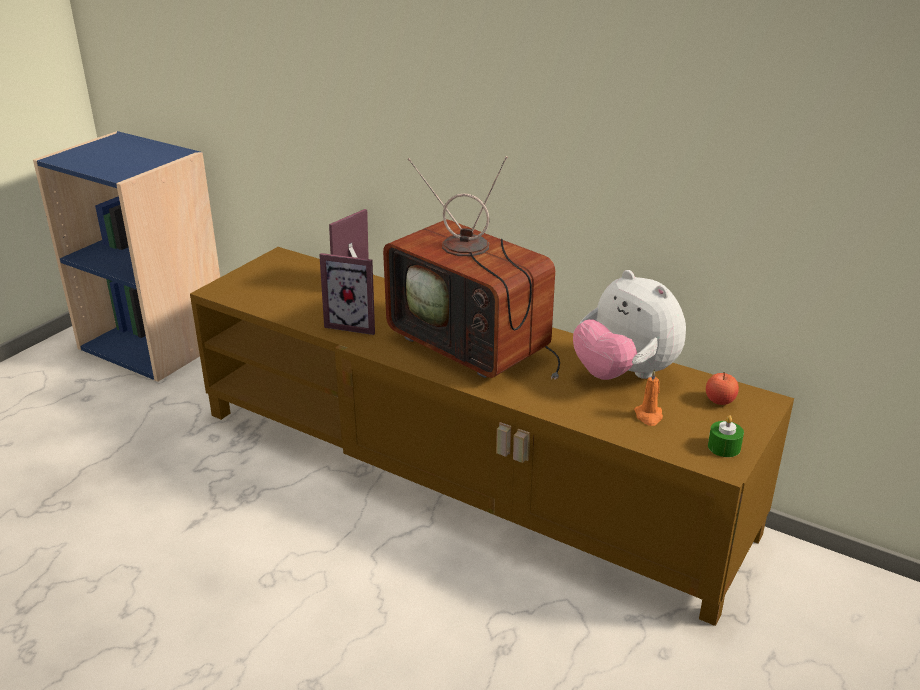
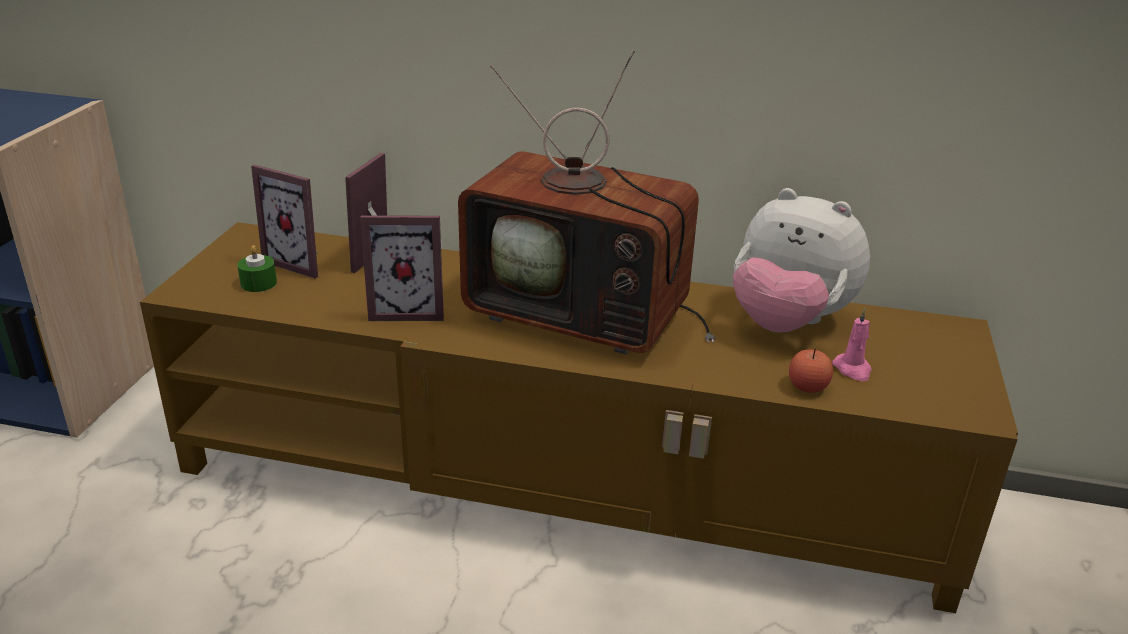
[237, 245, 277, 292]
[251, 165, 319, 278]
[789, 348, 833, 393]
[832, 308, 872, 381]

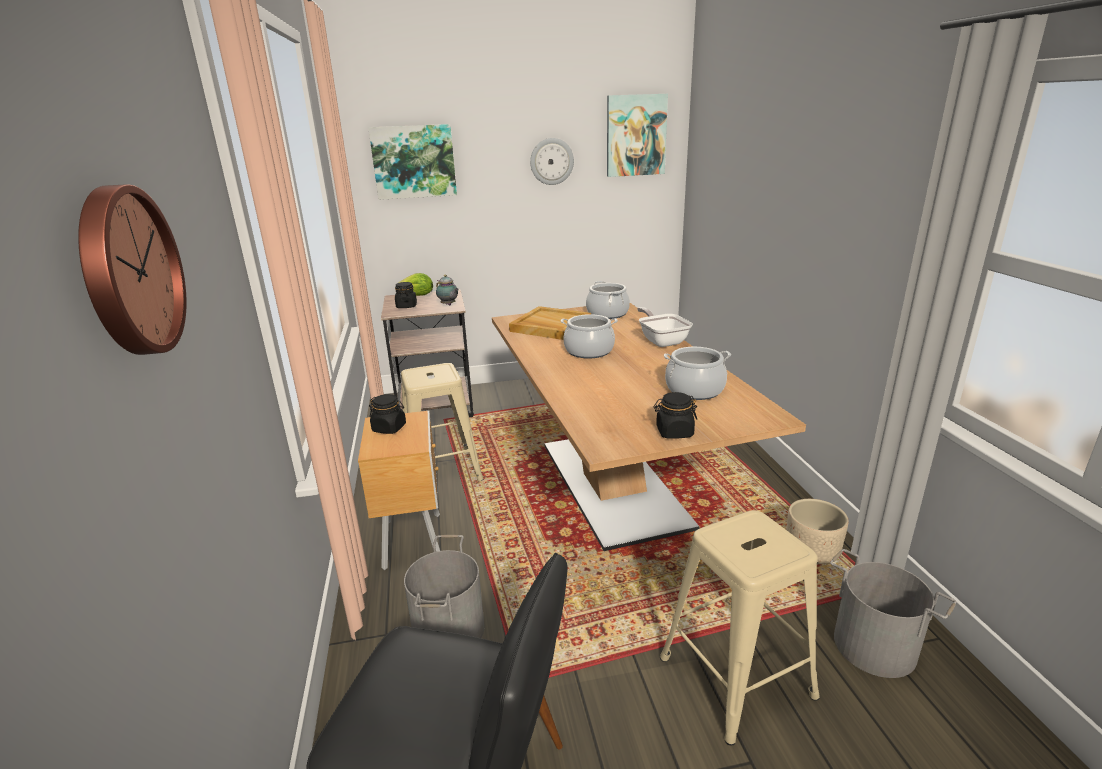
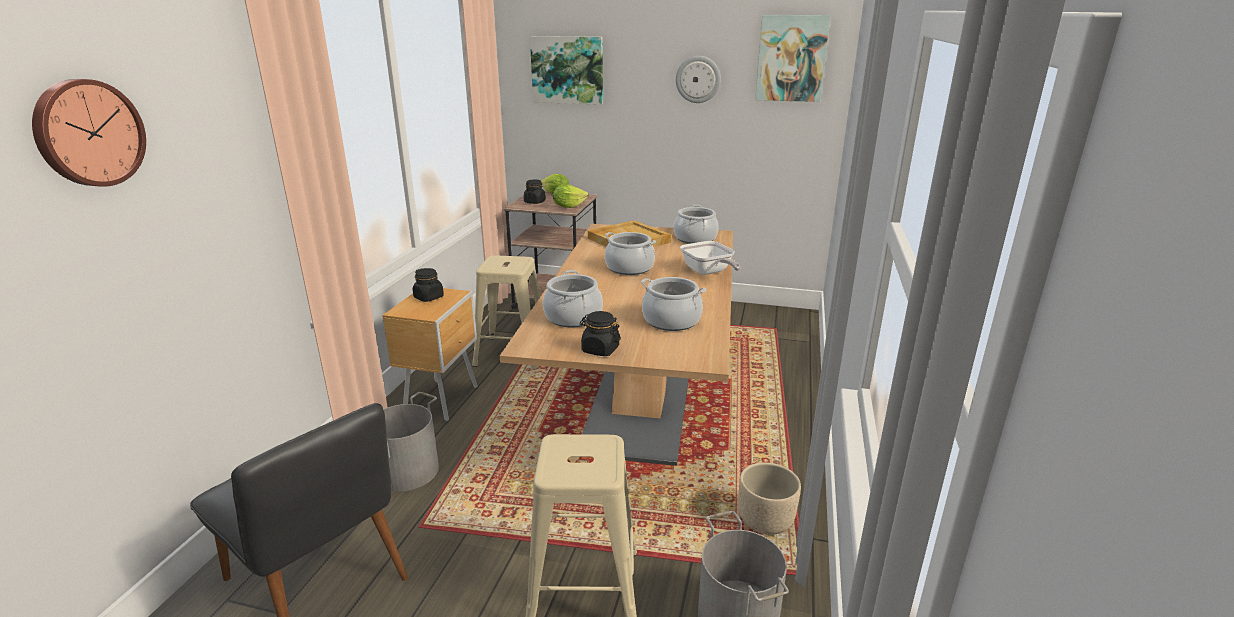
[543, 270, 603, 327]
[553, 184, 588, 208]
[680, 241, 741, 275]

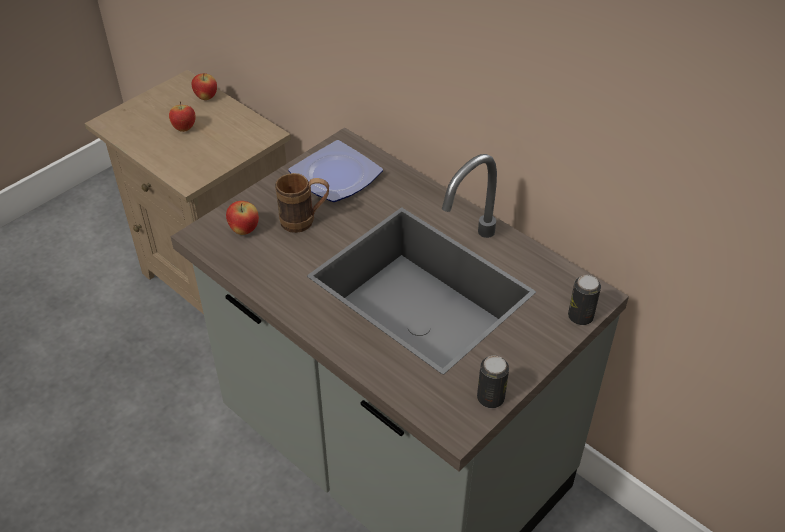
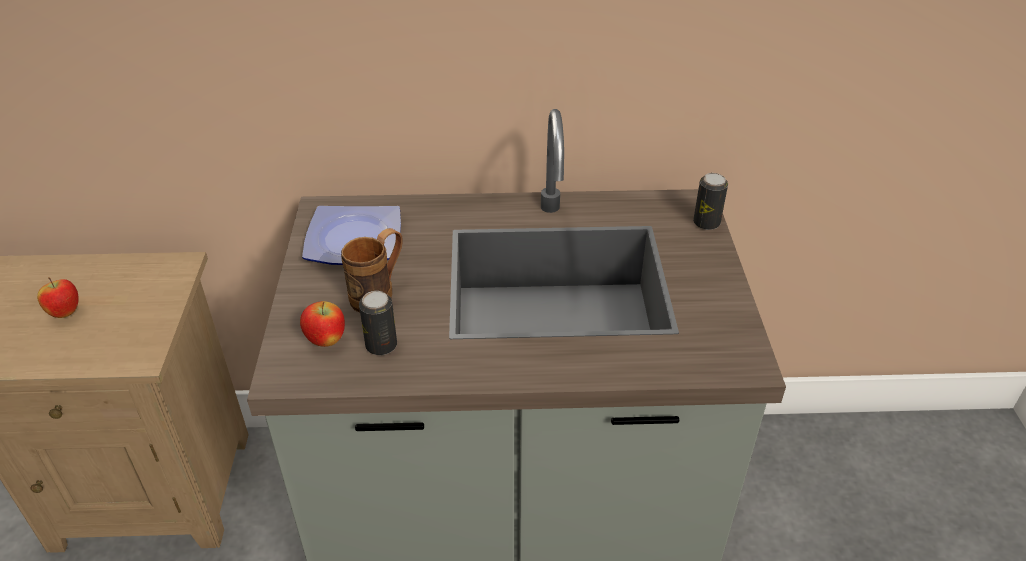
[359, 291, 397, 355]
[191, 73, 217, 100] (first image)

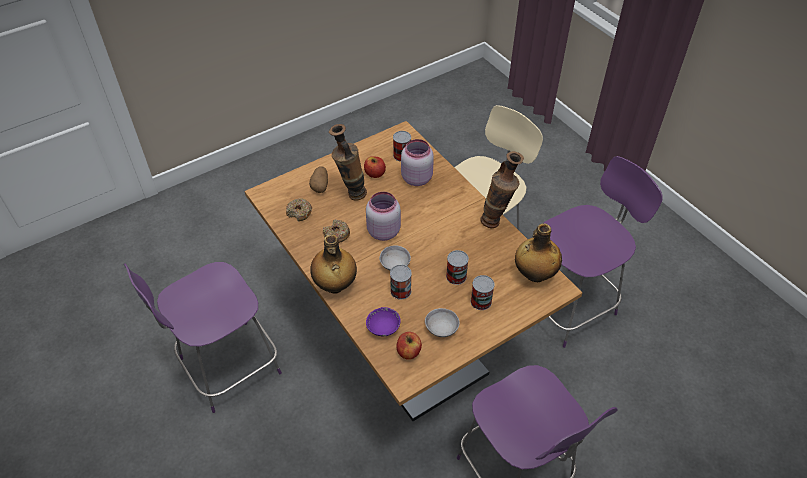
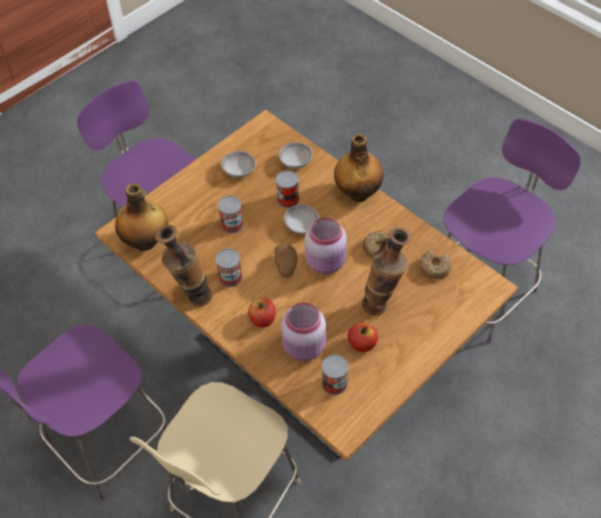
[215, 248, 242, 287]
[248, 297, 276, 328]
[274, 244, 297, 278]
[279, 142, 313, 169]

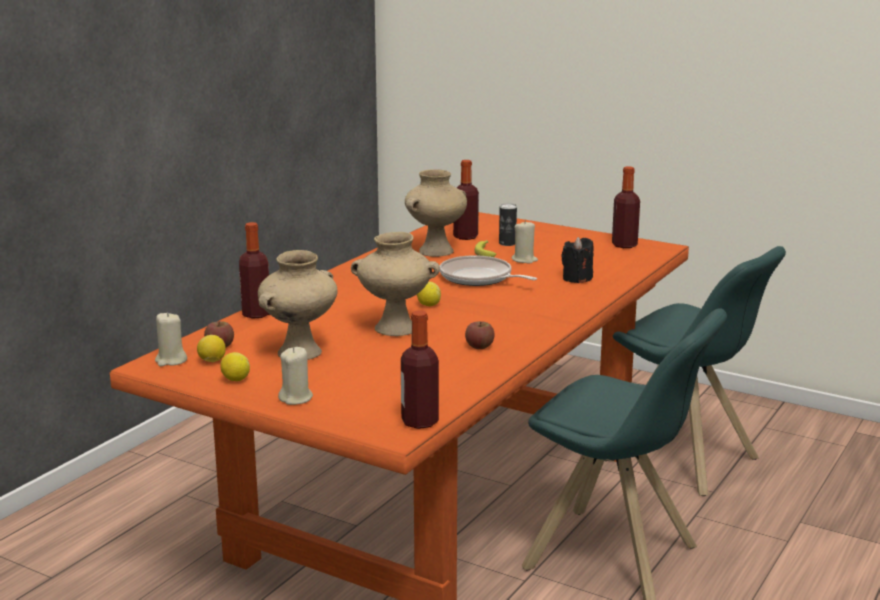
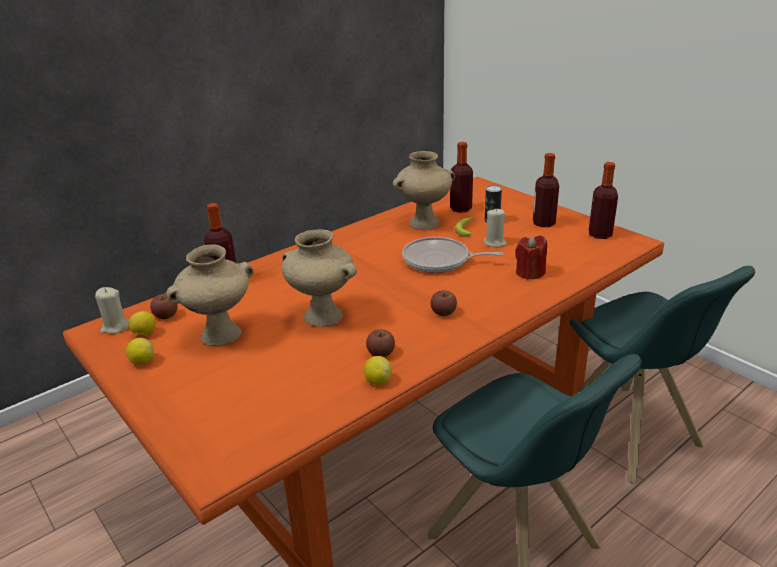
[364, 356, 392, 385]
[402, 237, 503, 273]
[431, 290, 457, 316]
[515, 235, 547, 280]
[533, 153, 559, 227]
[278, 347, 313, 405] (first image)

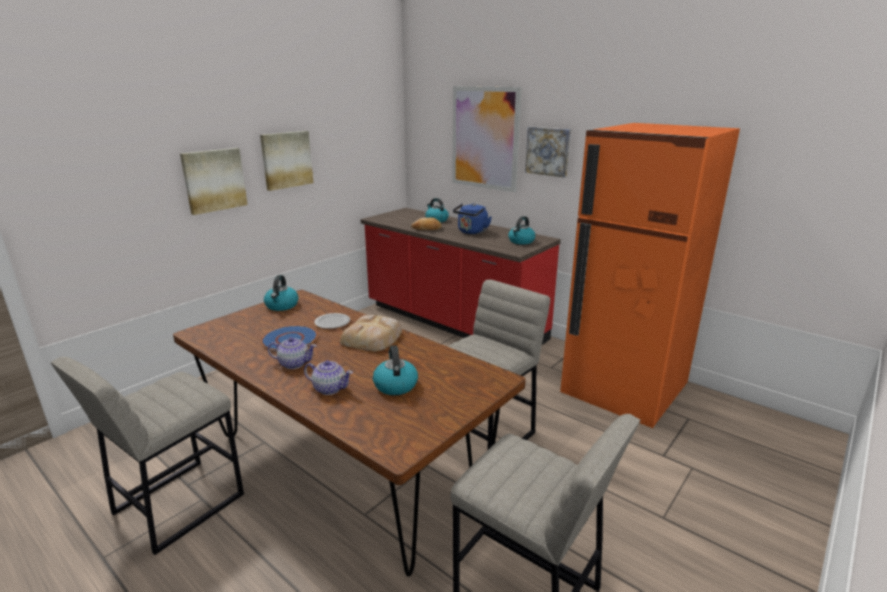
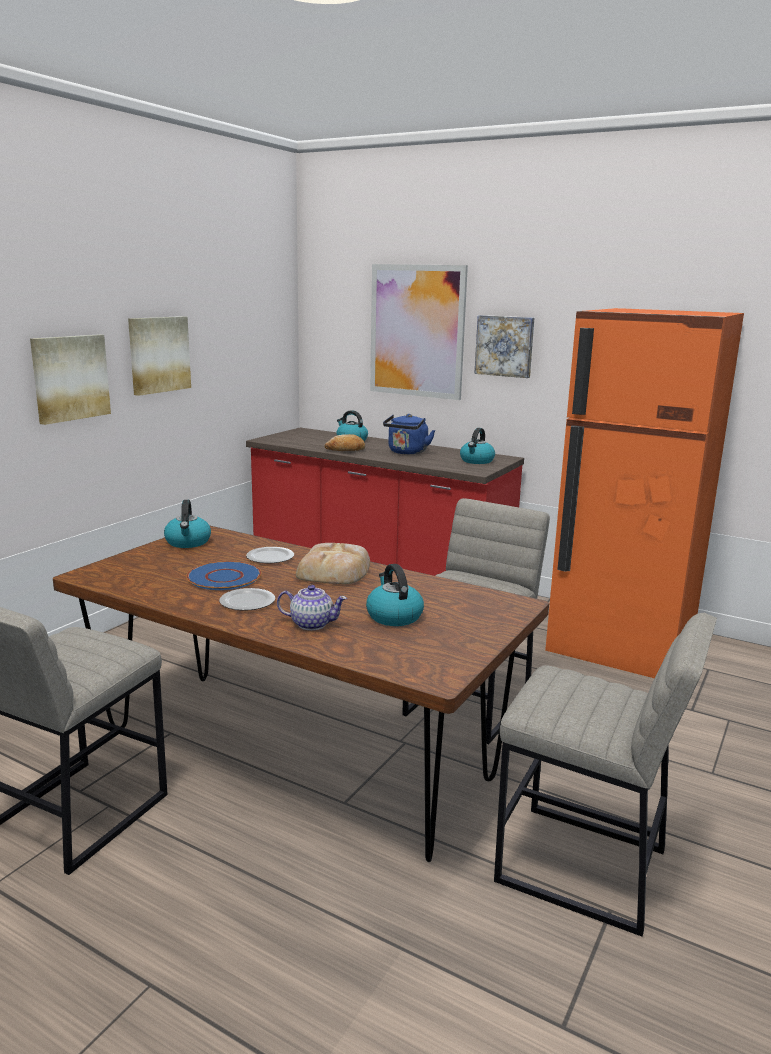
[219, 588, 275, 611]

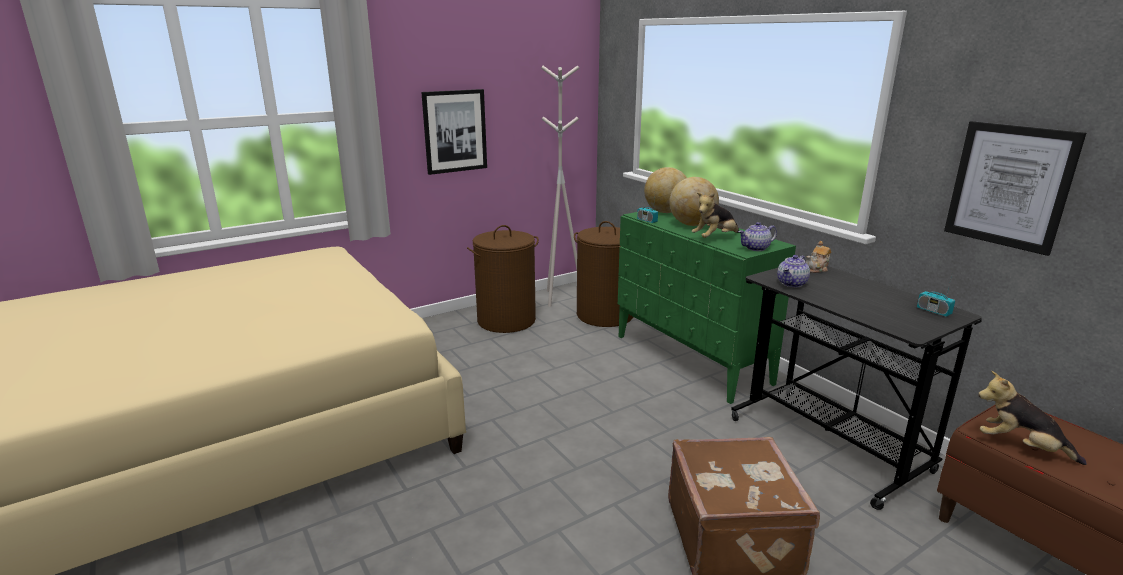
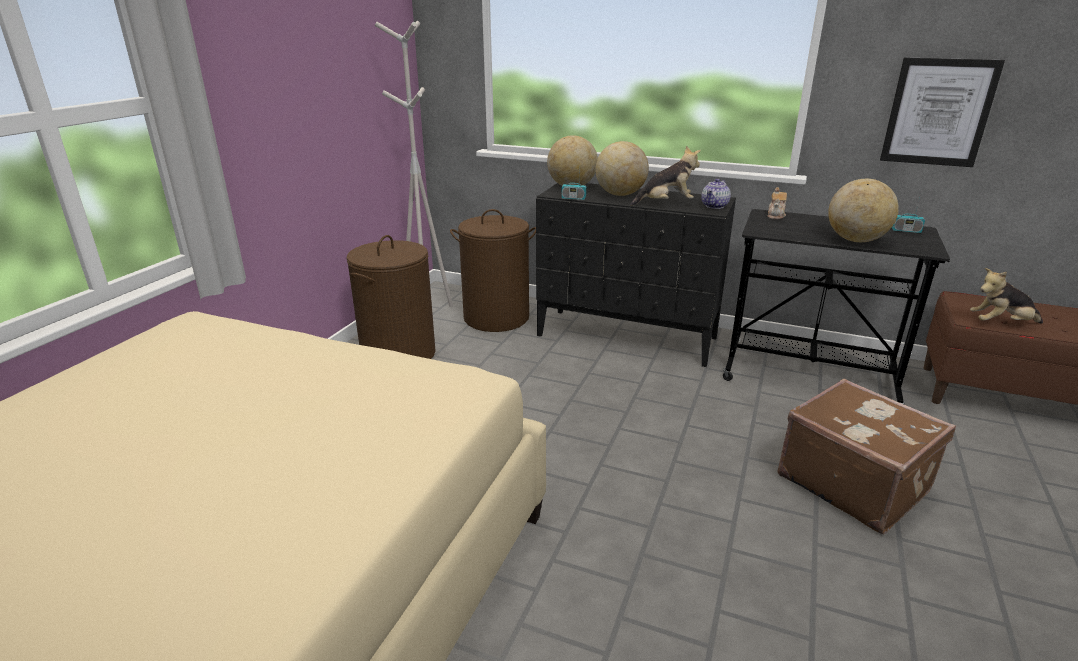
[536, 183, 736, 367]
[630, 146, 701, 206]
[828, 179, 899, 242]
[421, 89, 487, 175] (first image)
[777, 255, 810, 287] (first image)

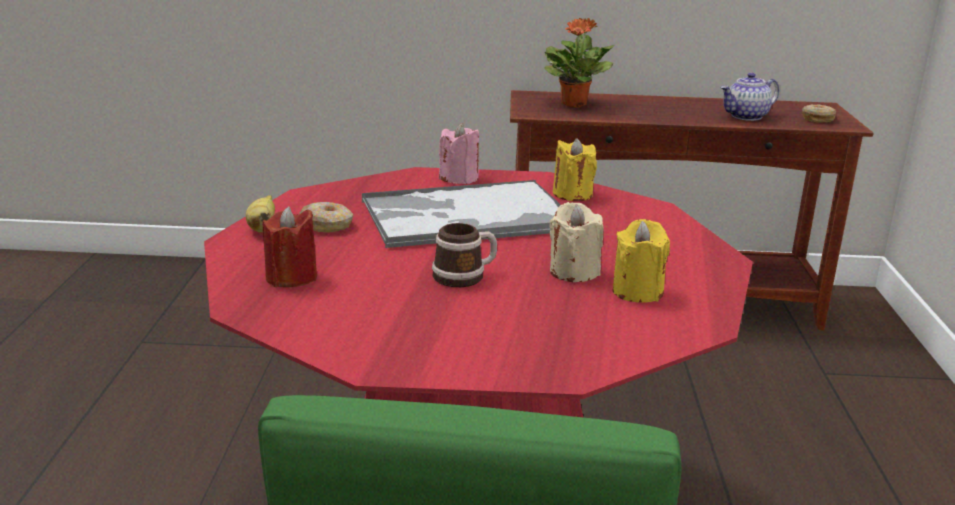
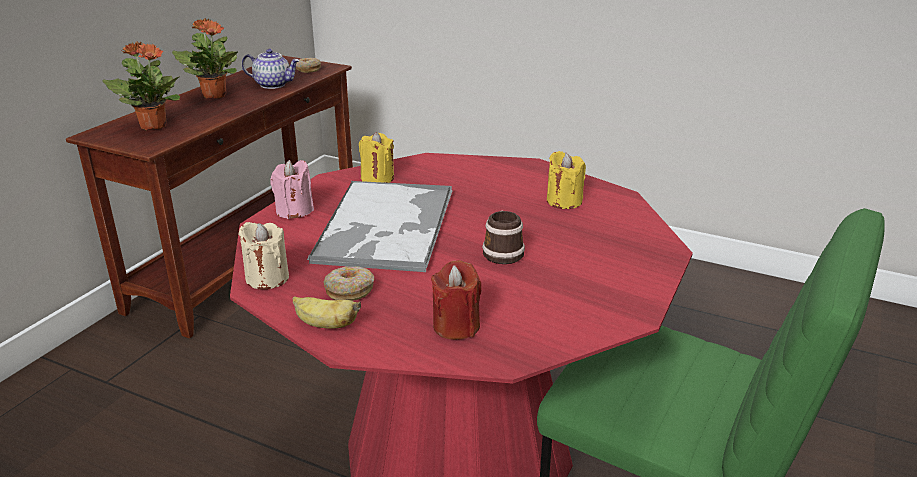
[172, 18, 238, 99]
[238, 222, 289, 290]
[242, 49, 300, 89]

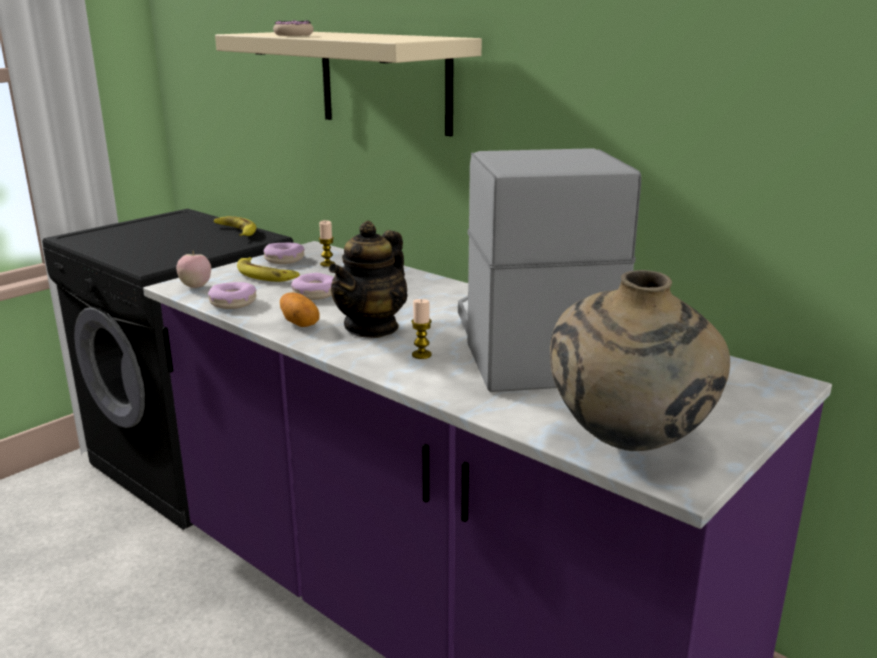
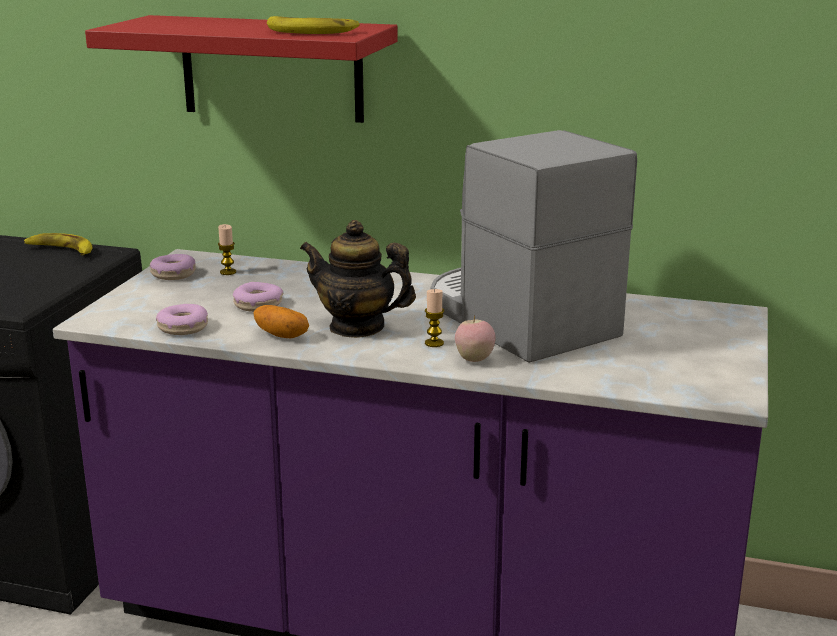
[85, 15, 398, 123]
[267, 16, 360, 34]
[300, 220, 416, 338]
[455, 316, 496, 362]
[273, 20, 314, 36] (first image)
[550, 270, 730, 451] (first image)

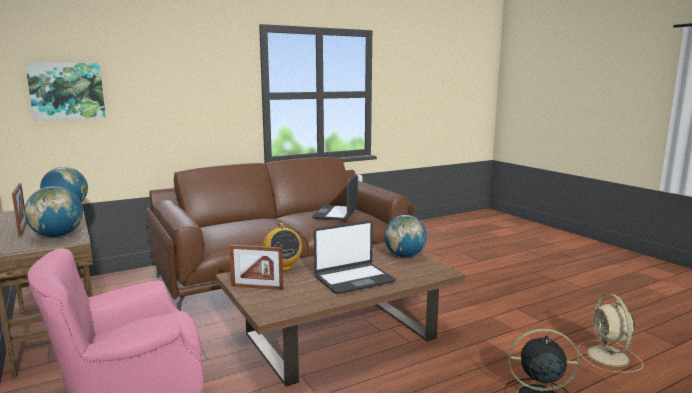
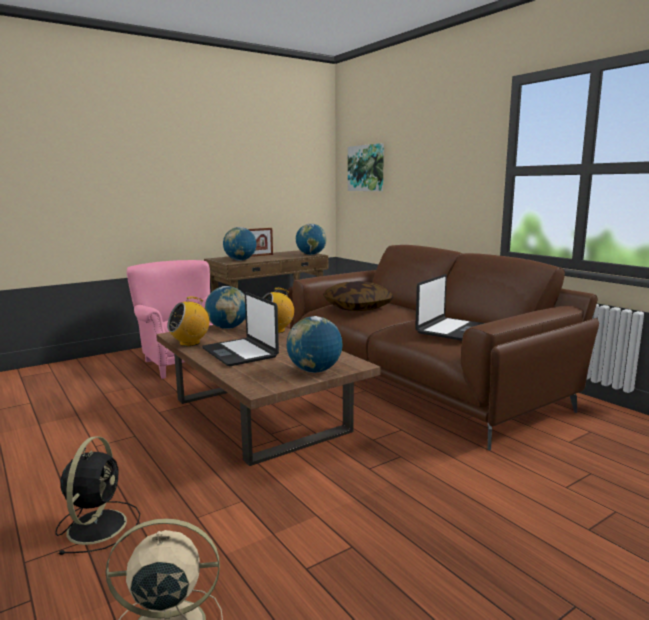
[167, 297, 209, 346]
[205, 286, 246, 329]
[323, 281, 393, 311]
[415, 274, 484, 341]

